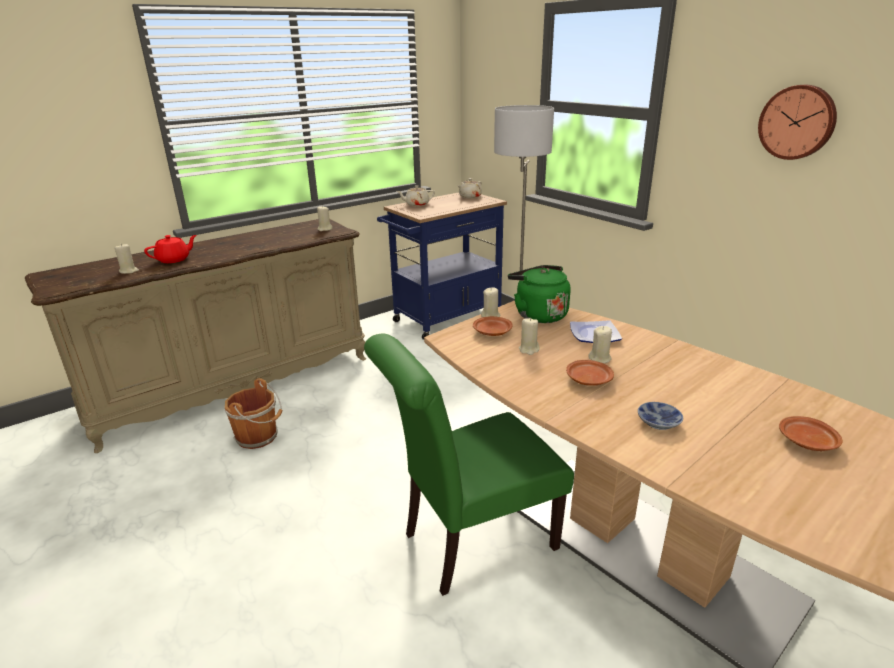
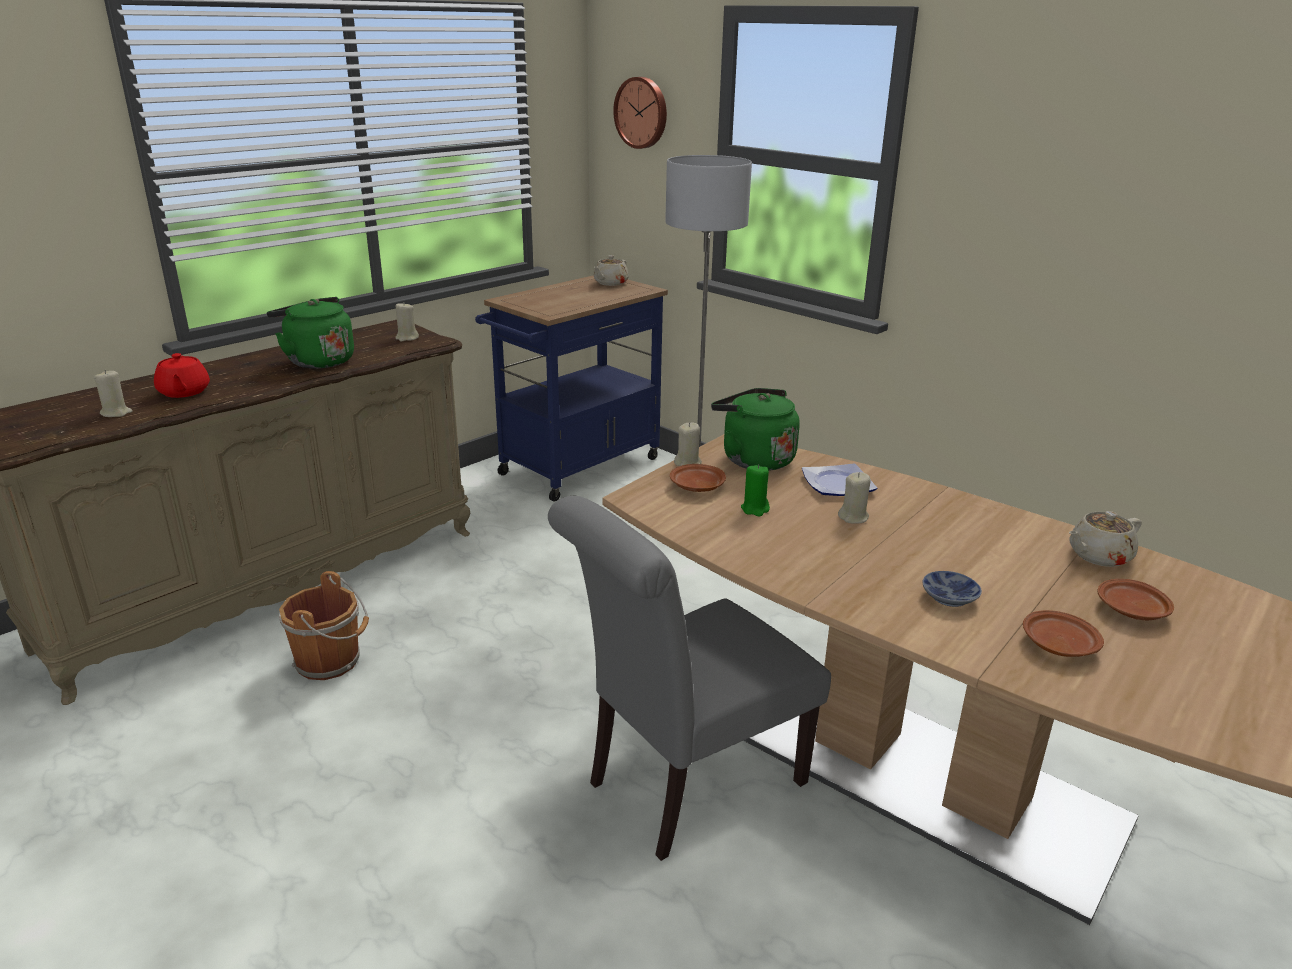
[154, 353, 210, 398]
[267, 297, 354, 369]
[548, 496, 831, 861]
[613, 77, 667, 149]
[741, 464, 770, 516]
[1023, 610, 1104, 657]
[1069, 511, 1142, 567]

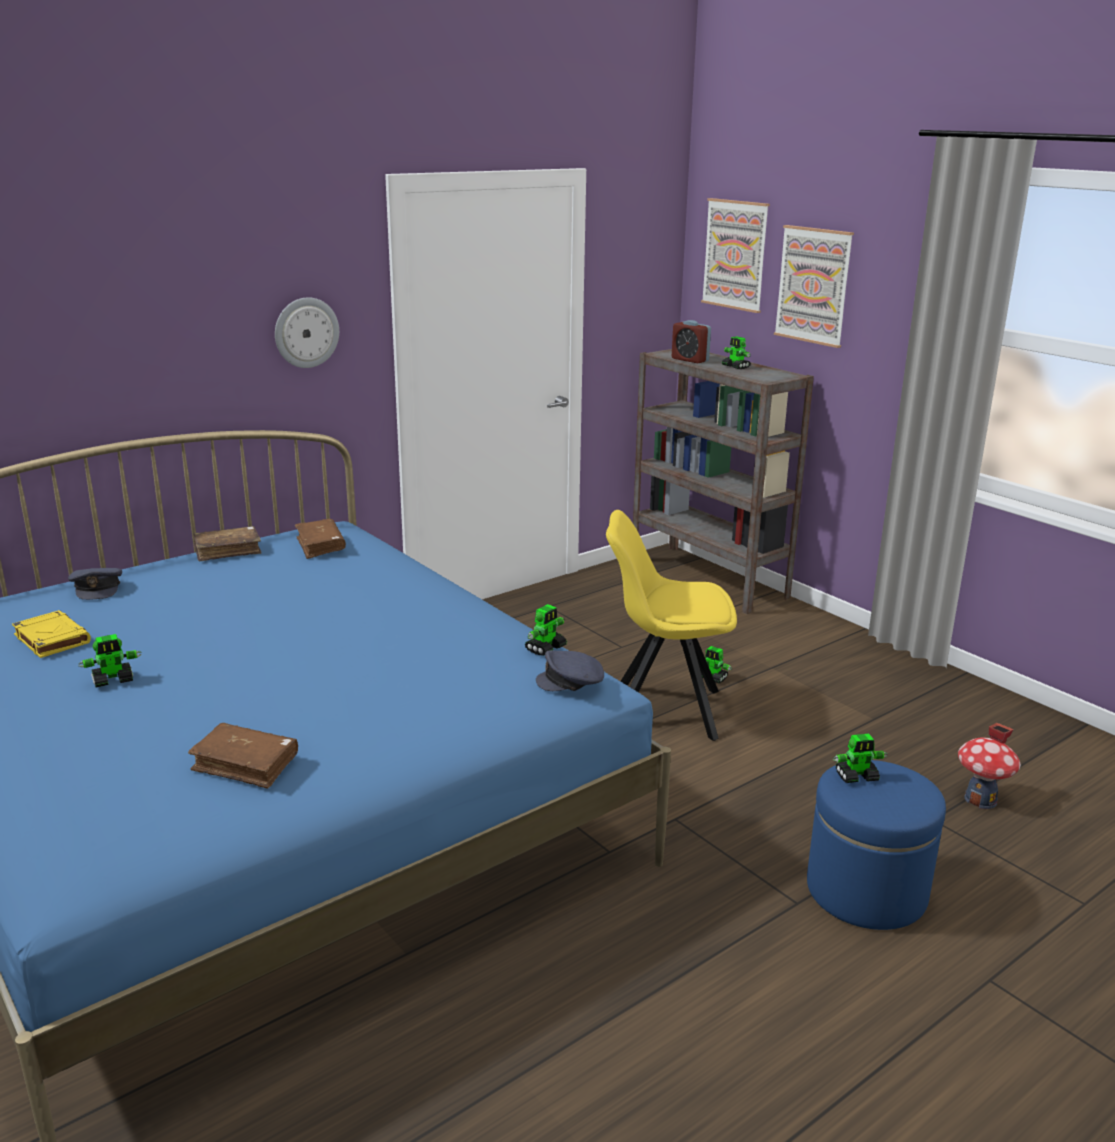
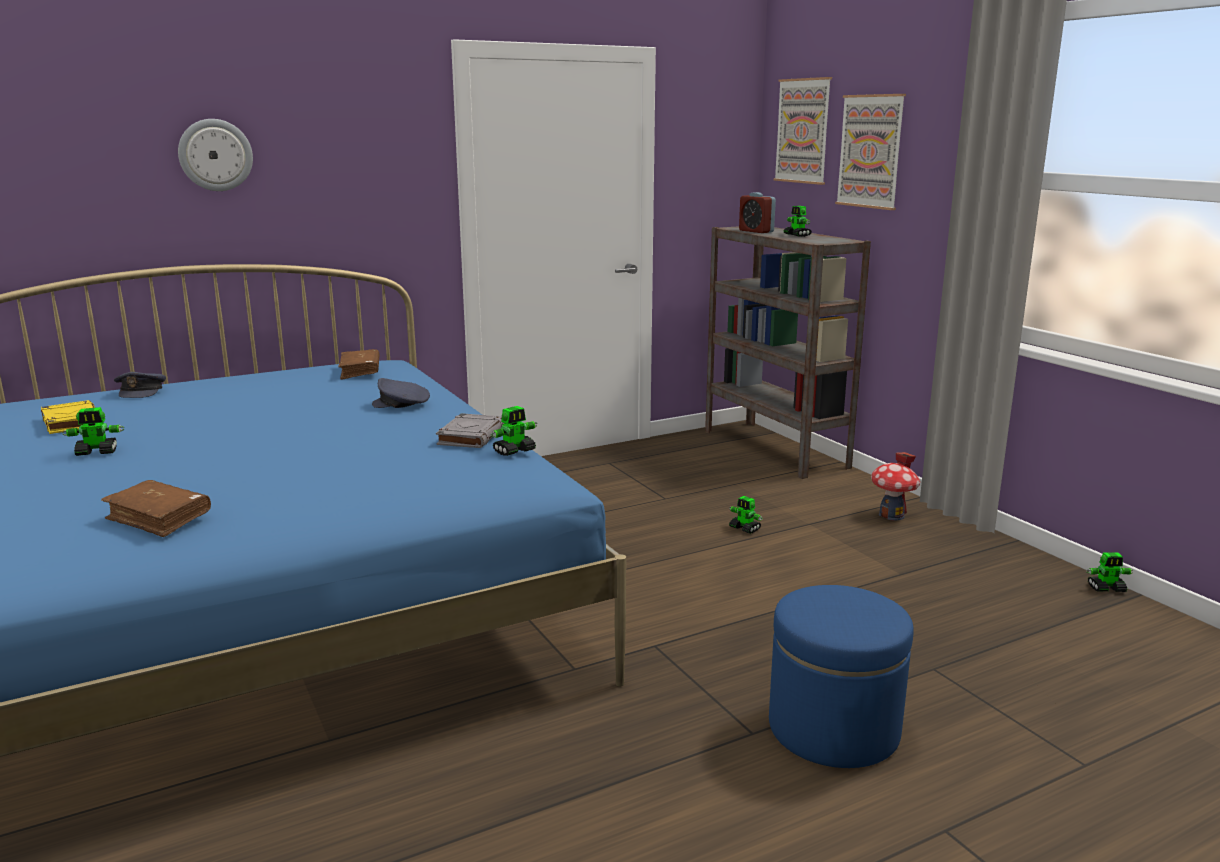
[178, 119, 253, 191]
[372, 378, 430, 408]
[436, 413, 505, 448]
[871, 452, 920, 521]
[1087, 552, 1133, 592]
[193, 526, 261, 561] (first image)
[606, 510, 737, 741] (first image)

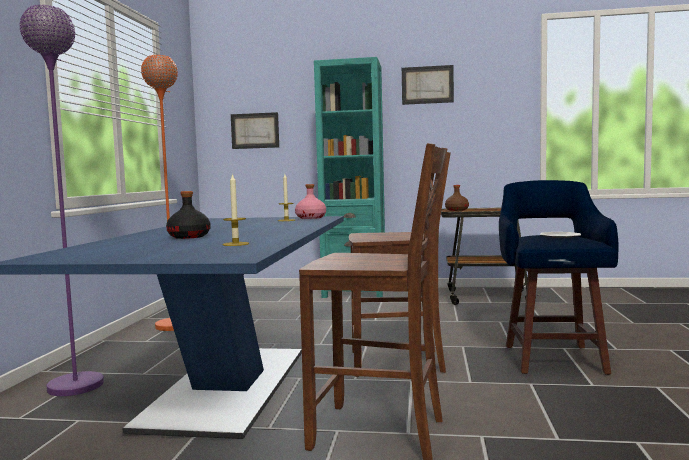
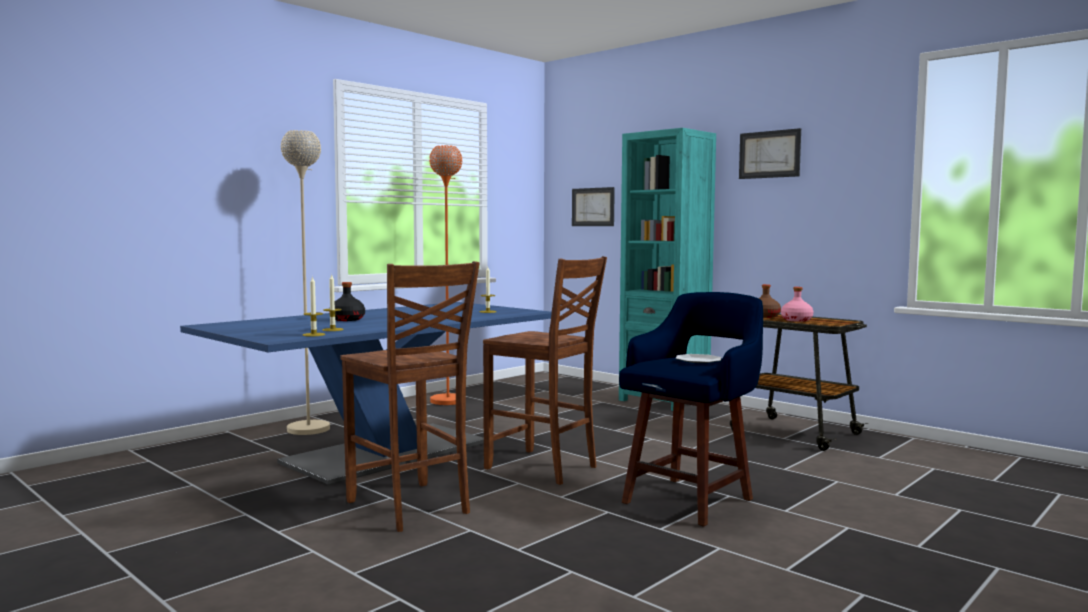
[281, 130, 330, 435]
[302, 276, 325, 337]
[781, 287, 813, 322]

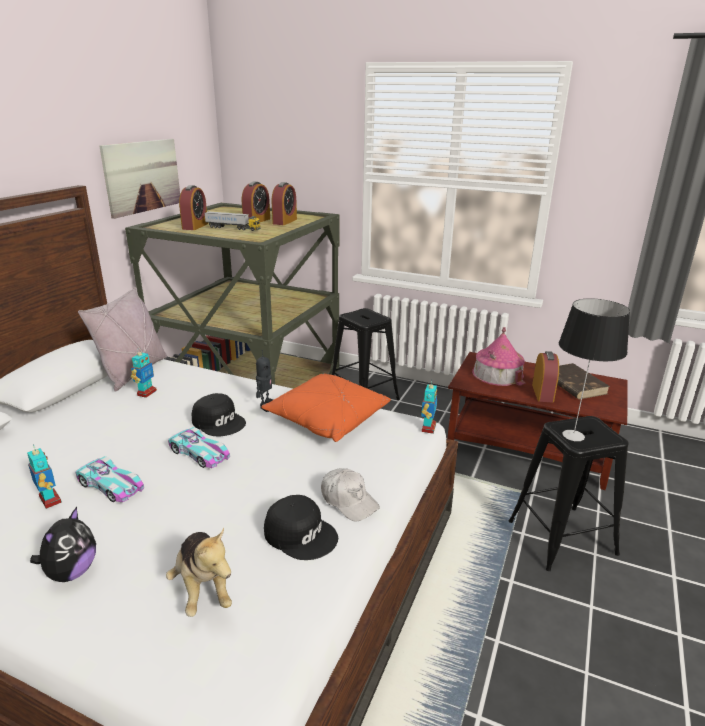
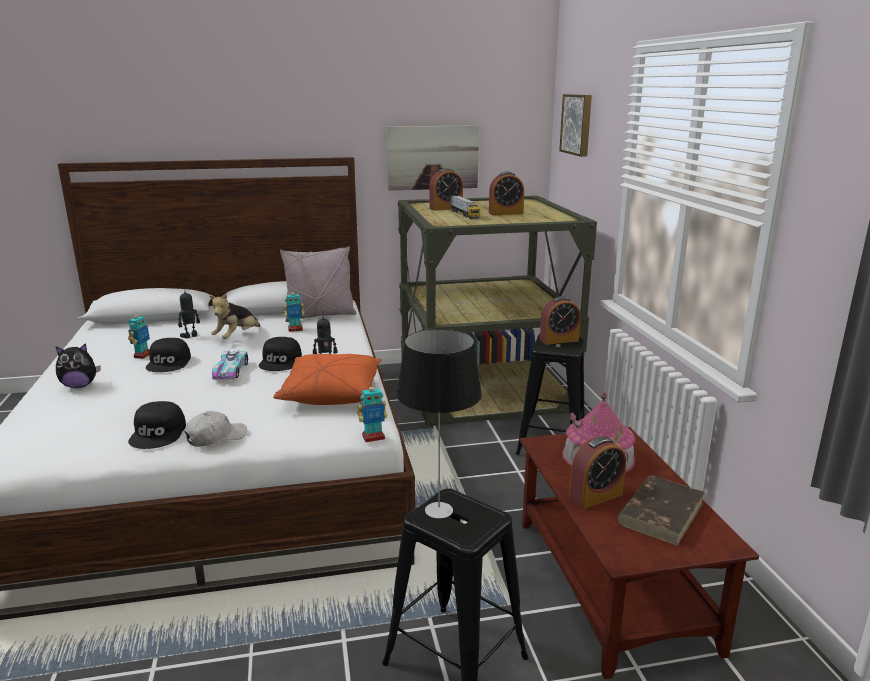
[146, 338, 191, 372]
[178, 287, 200, 338]
[185, 411, 247, 447]
[209, 293, 260, 339]
[540, 296, 581, 345]
[559, 94, 592, 157]

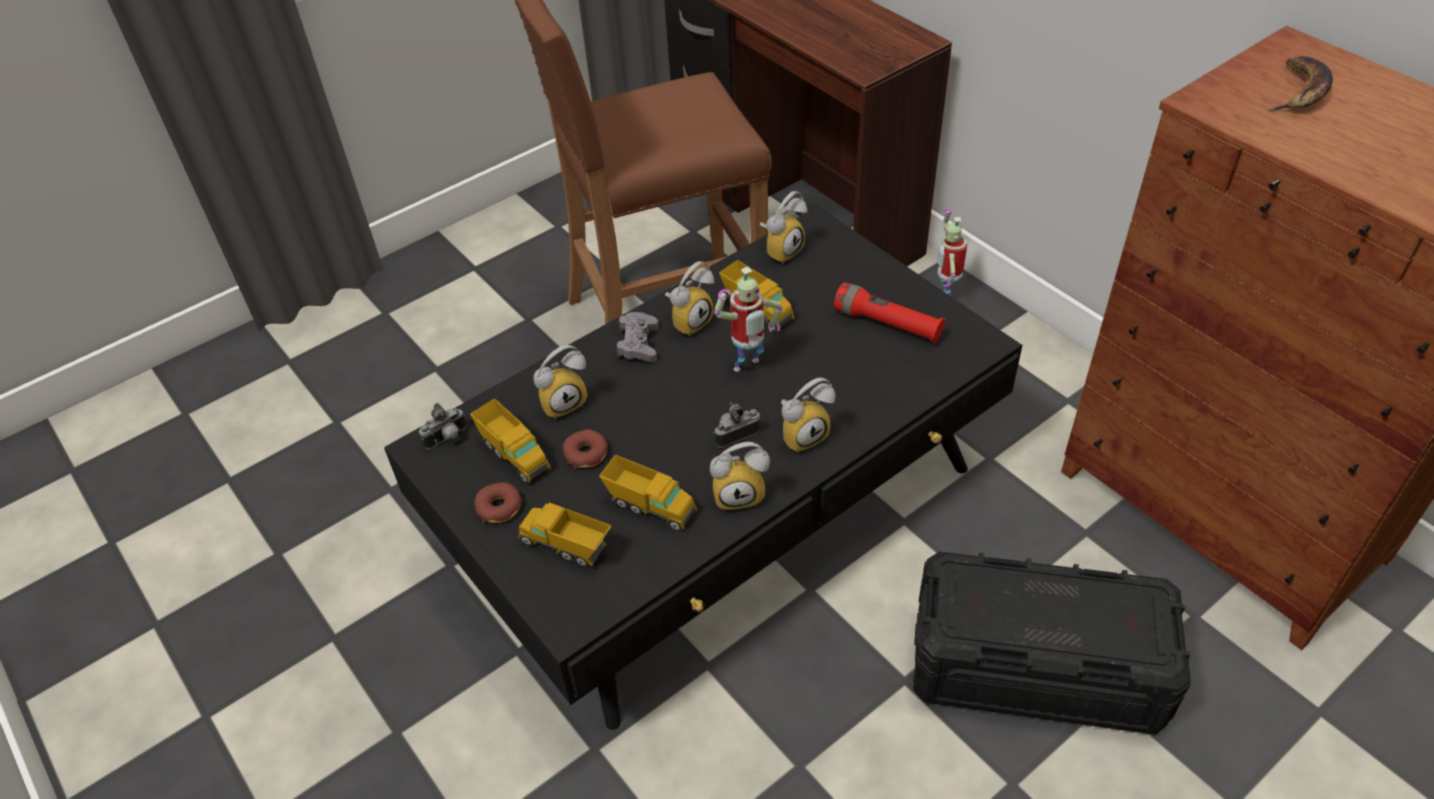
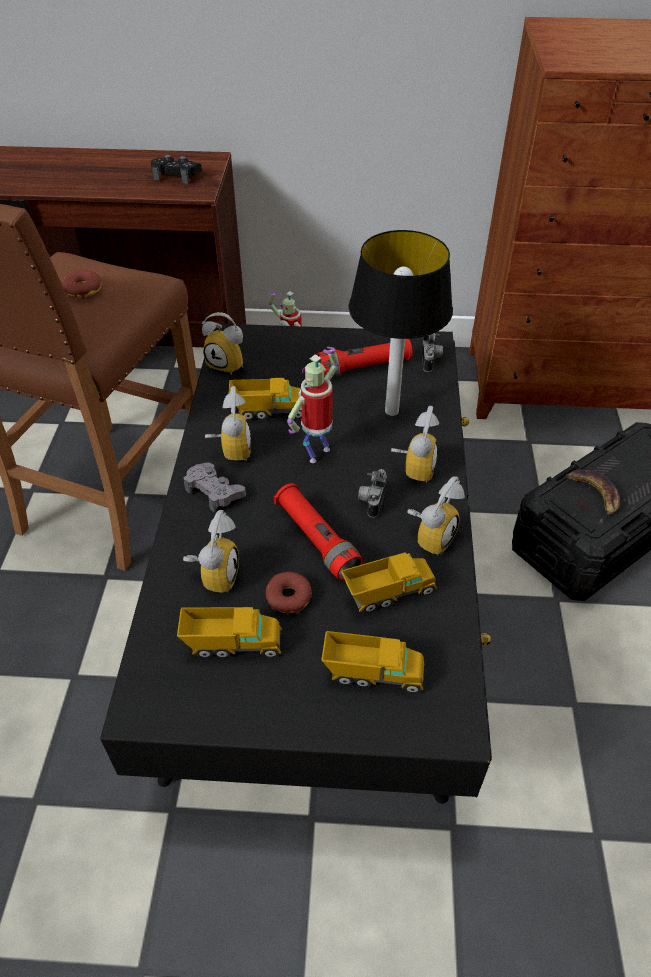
[62, 270, 101, 299]
[151, 155, 202, 184]
[202, 312, 243, 375]
[274, 483, 363, 581]
[287, 347, 339, 463]
[321, 631, 424, 693]
[349, 230, 453, 416]
[422, 333, 443, 372]
[565, 470, 620, 523]

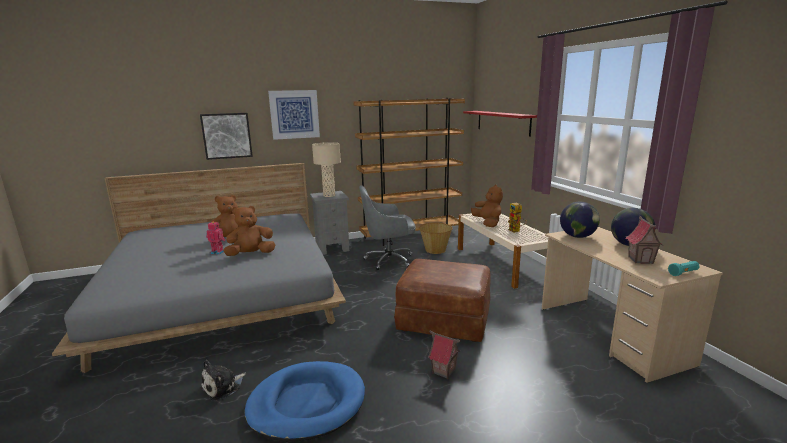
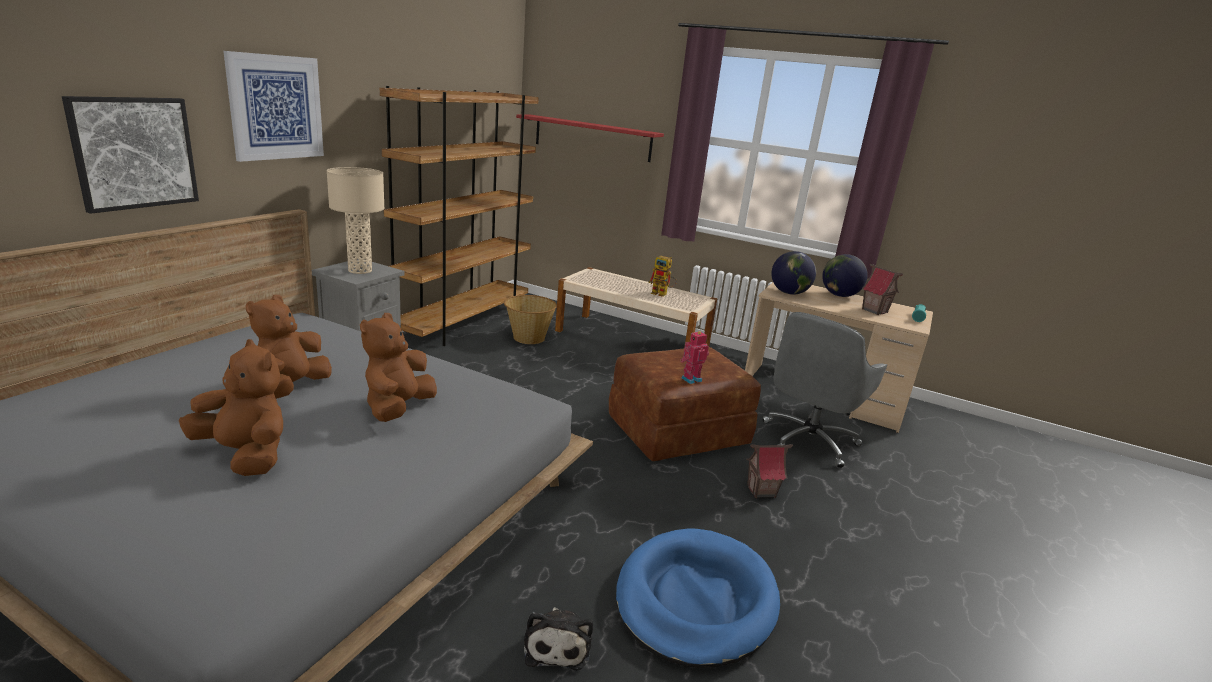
[179, 339, 283, 476]
[680, 331, 709, 384]
[763, 312, 887, 468]

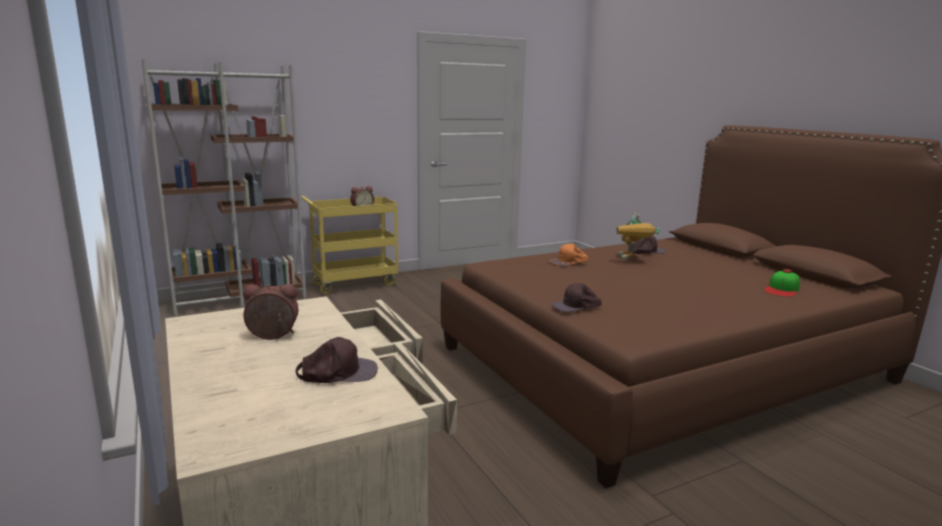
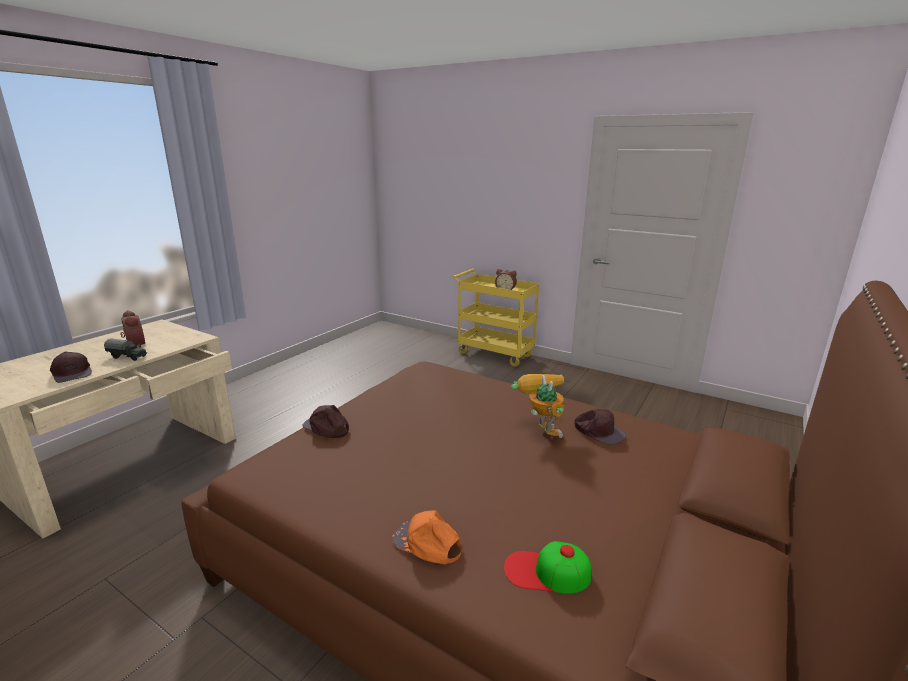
[104, 339, 147, 361]
[392, 510, 462, 564]
[511, 374, 564, 438]
[142, 59, 306, 316] (first image)

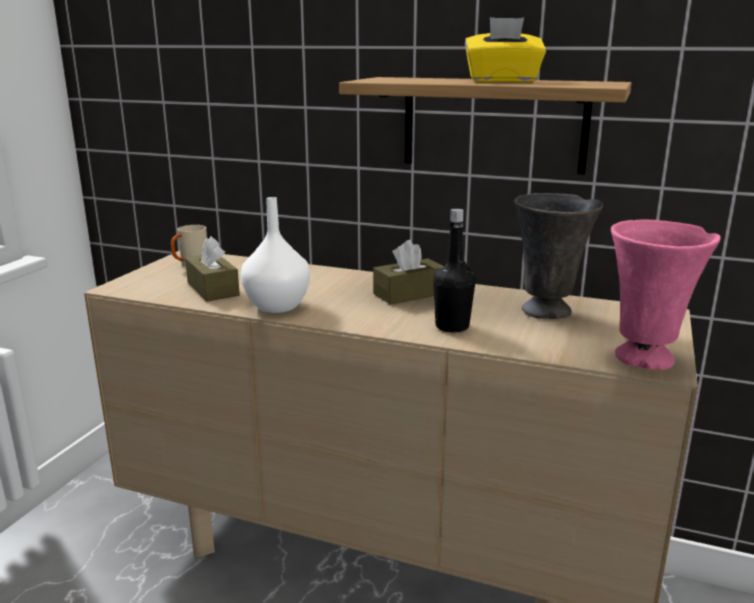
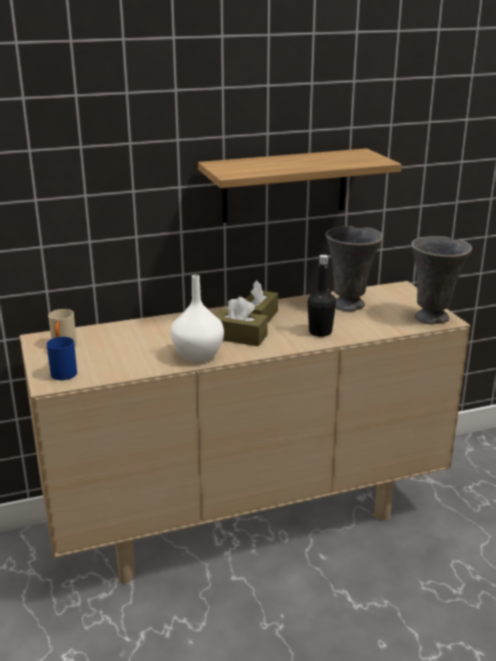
[46, 337, 77, 380]
[215, 297, 268, 346]
[411, 236, 472, 324]
[465, 17, 546, 82] (first image)

